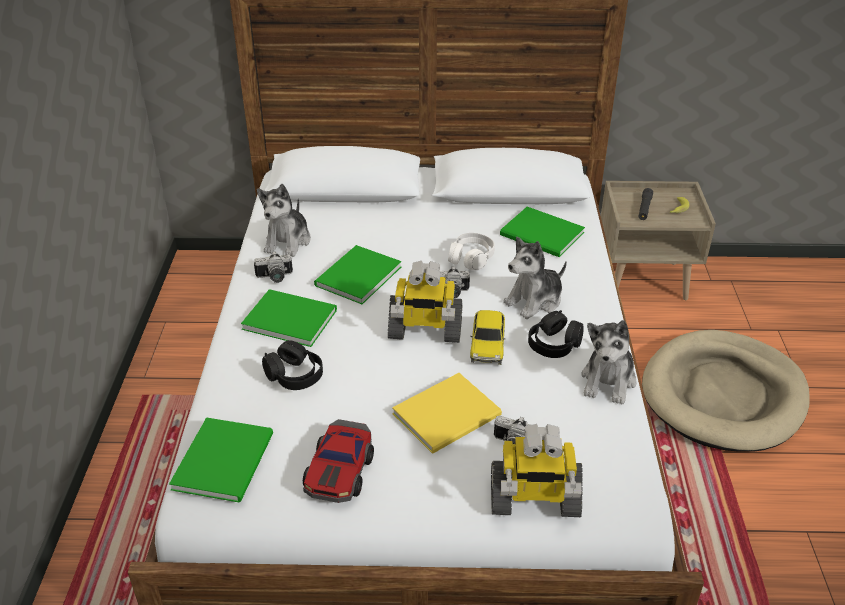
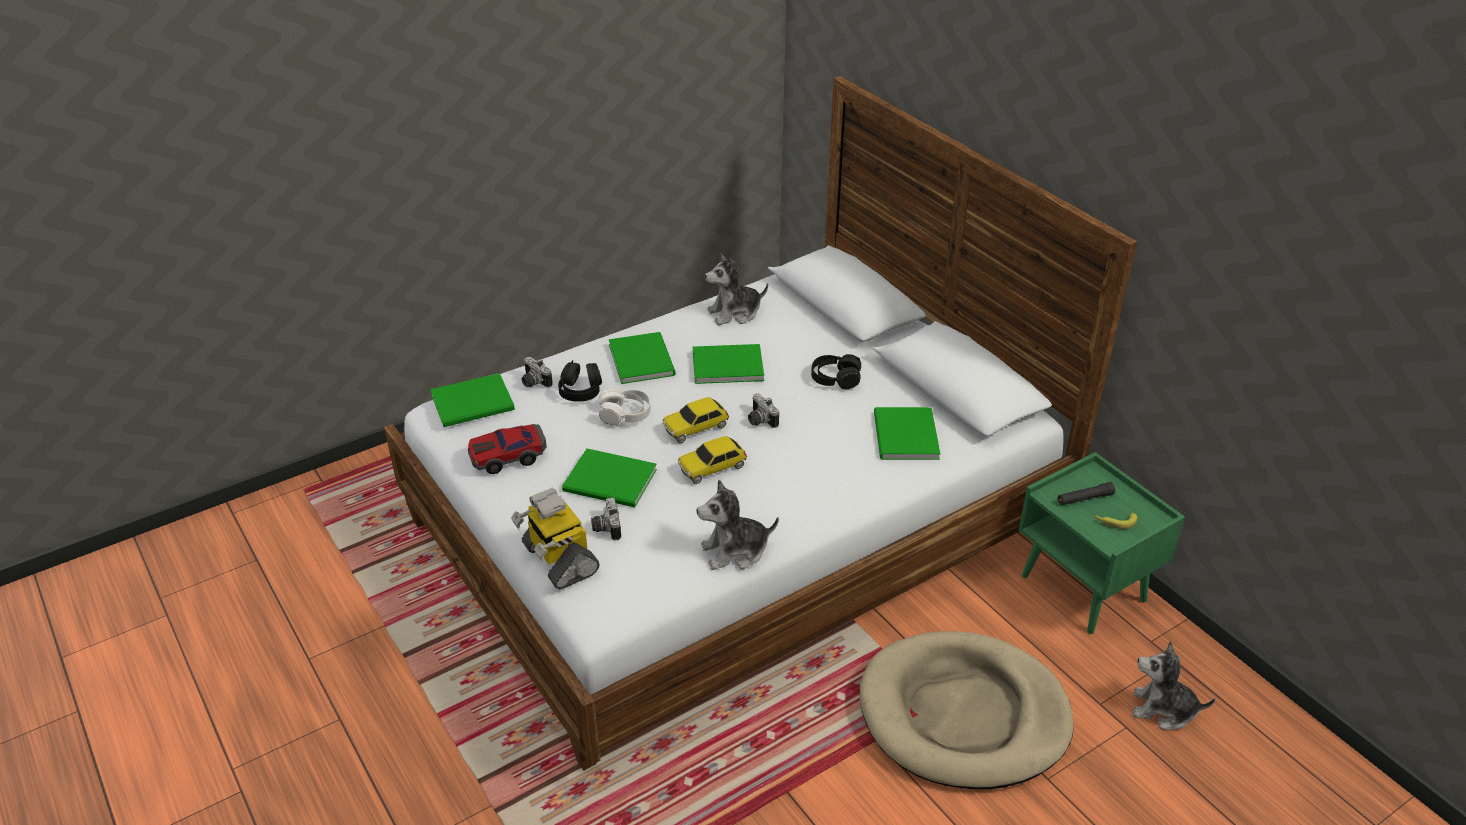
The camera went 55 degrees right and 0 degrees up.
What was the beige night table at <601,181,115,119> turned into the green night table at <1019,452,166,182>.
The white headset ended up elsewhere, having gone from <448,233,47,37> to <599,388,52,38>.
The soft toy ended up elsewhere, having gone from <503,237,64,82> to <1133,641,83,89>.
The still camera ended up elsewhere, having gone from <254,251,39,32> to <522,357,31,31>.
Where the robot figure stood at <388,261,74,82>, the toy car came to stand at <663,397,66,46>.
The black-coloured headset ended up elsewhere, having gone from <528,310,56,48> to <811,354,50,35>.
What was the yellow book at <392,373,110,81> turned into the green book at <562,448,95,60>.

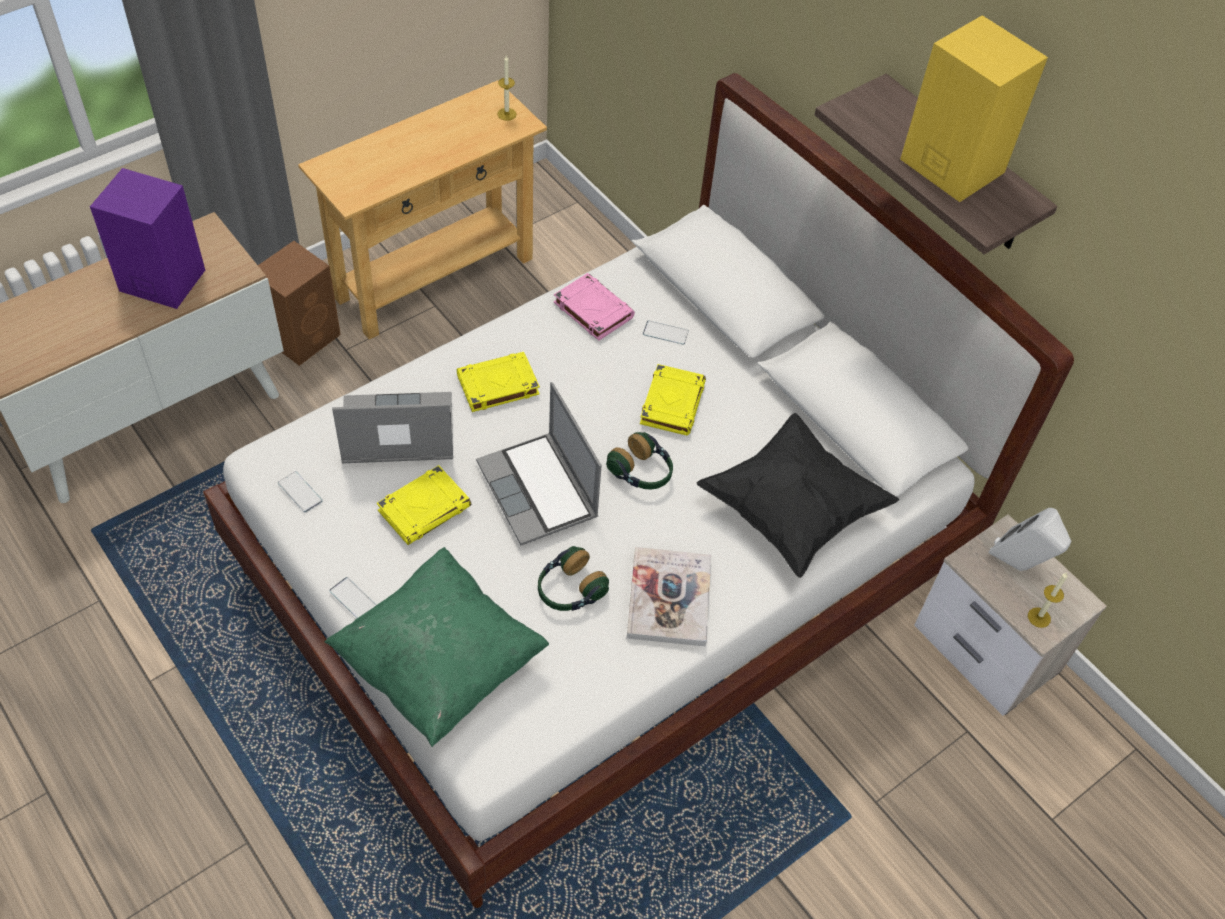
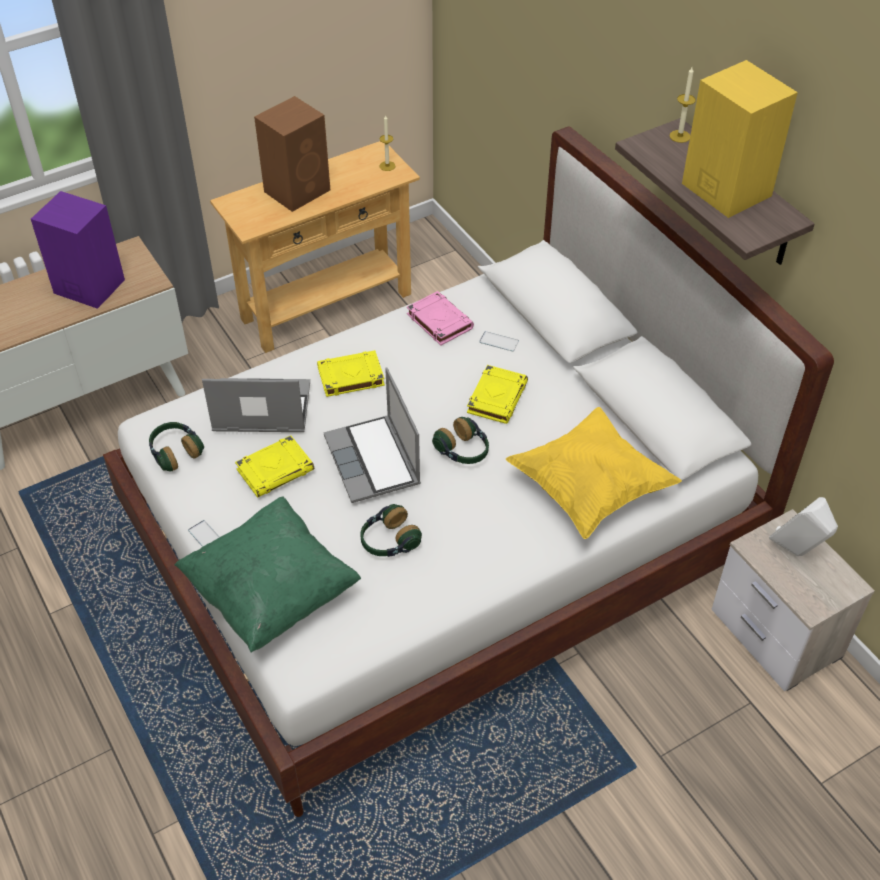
The camera went 10 degrees right and 5 degrees down.
The brown-coloured audio speaker ended up elsewhere, having gone from <258,241,83,125> to <254,96,76,116>.
What was the black-coloured pillow at <697,413,202,165> turned into the yellow pillow at <506,407,176,132>.
Where the handset stood at <278,471,45,41>, the headset came to stand at <149,422,55,50>.
The second view lost the book at <627,547,84,100>.
The candle ended up elsewhere, having gone from <1028,573,40,55> to <669,67,27,76>.

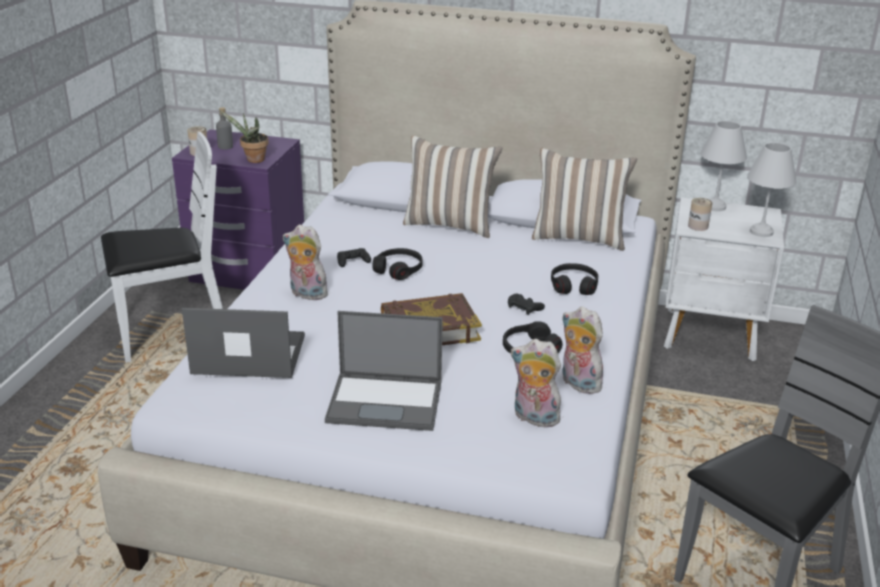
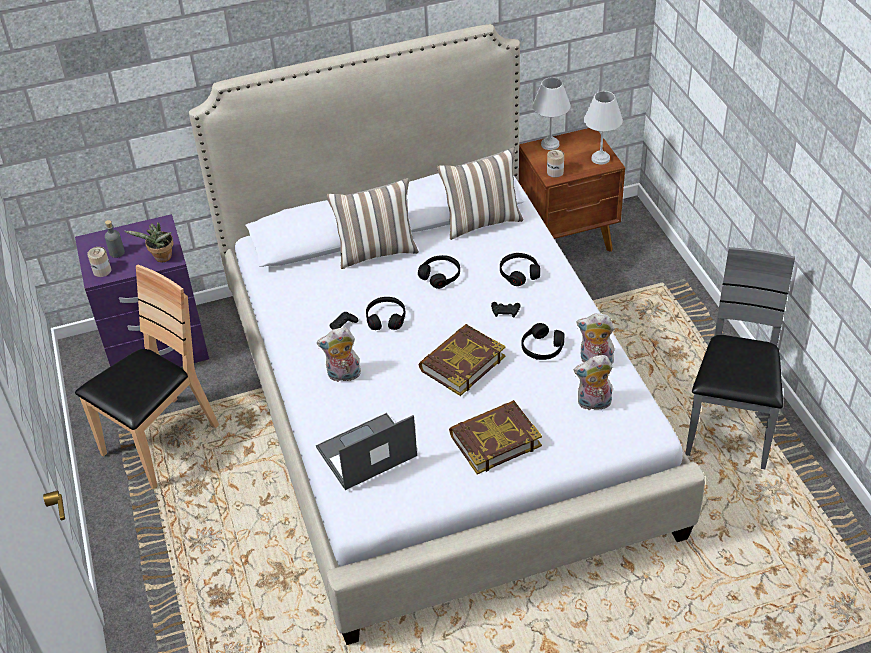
The camera went 30 degrees left and 15 degrees up.
What was the white plain chair at <101,132,122,231> turned into the brown-coloured plain chair at <75,264,144,225>.
What was the white night table at <664,198,120,163> turned into the brown-coloured night table at <519,128,106,124>.
Where the laptop stood at <325,311,118,120>, the book came to stand at <449,400,93,74>.
The second view gained the black-coloured headset at <418,255,42,34>.

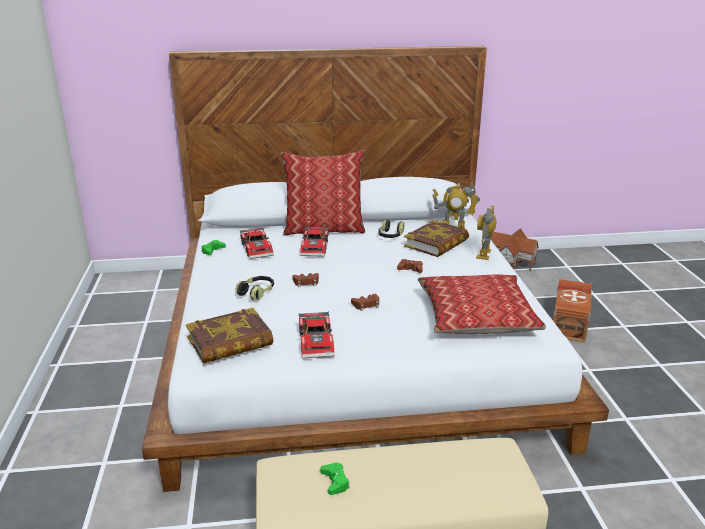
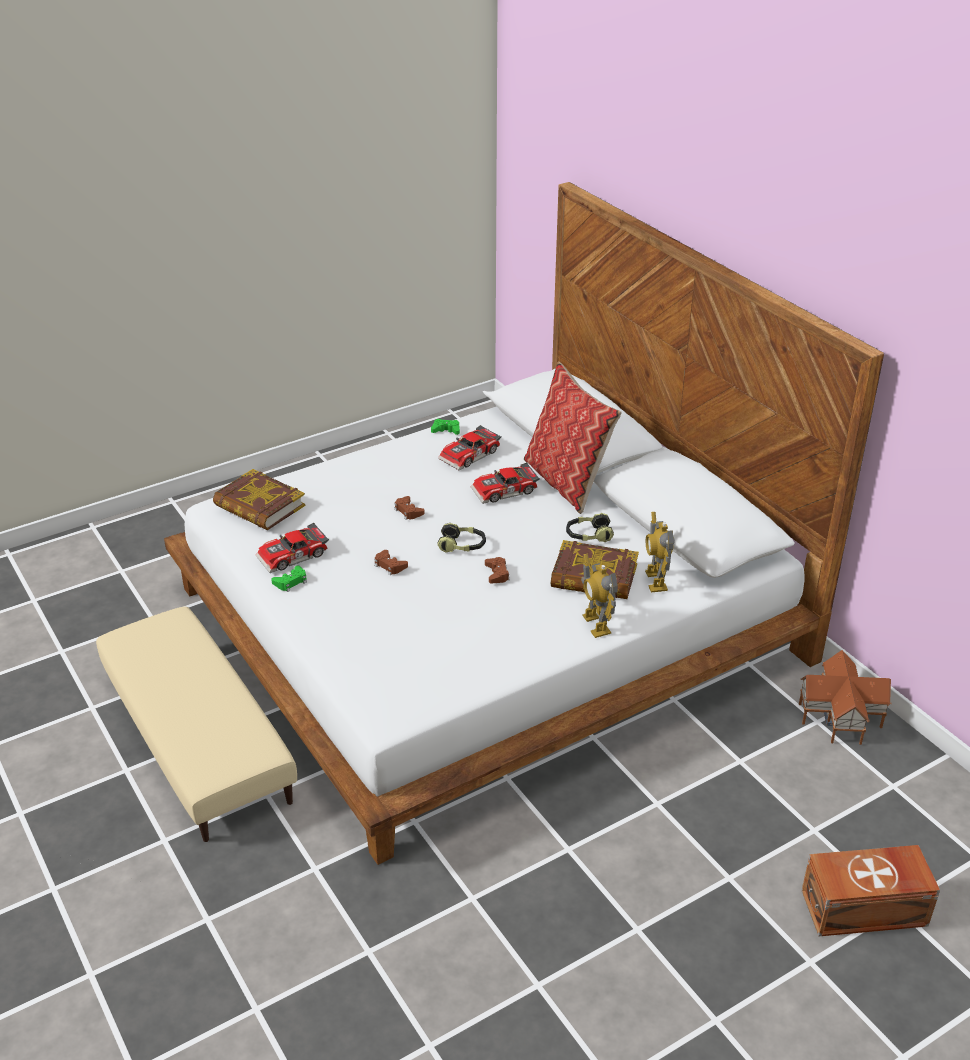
The camera went 65 degrees right and 10 degrees up.
The robot figure at <476,206,20,54> ended up facing another way, 105 degrees counterclockwise from before.
The second view lost the pillow at <418,274,128,60>.
The headset ended up elsewhere, having gone from <235,276,39,25> to <437,523,49,30>.
The brown-coloured storage container ended up elsewhere, having gone from <553,279,39,64> to <802,845,138,91>.
The green game controller ended up elsewhere, having gone from <321,462,29,33> to <271,565,36,27>.

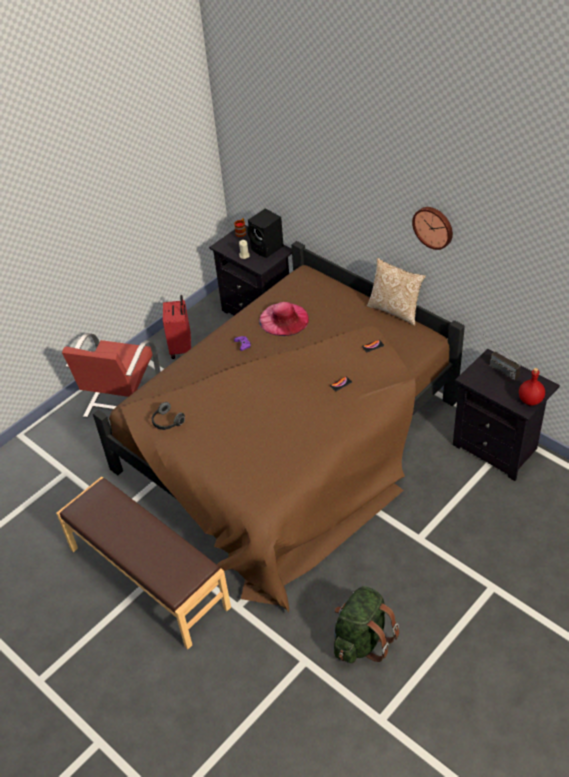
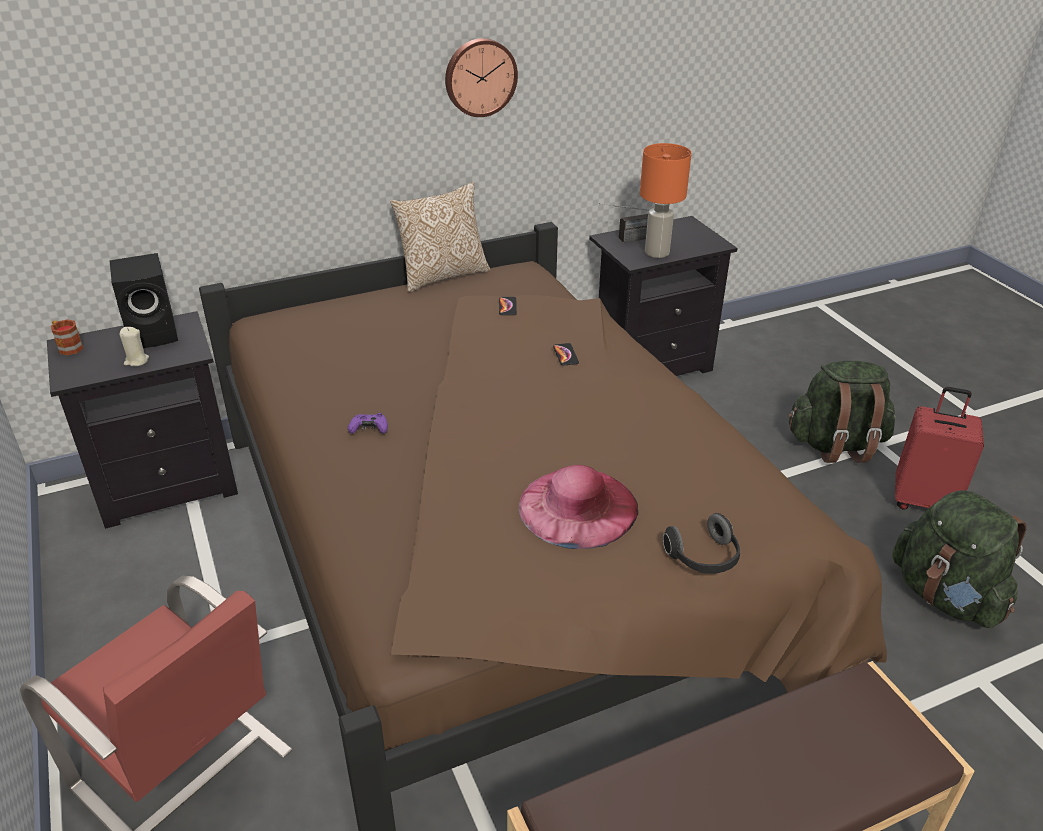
The camera went 70 degrees left and 10 degrees down.
The red-coloured travel case ended up elsewhere, having gone from <163,295,28,64> to <895,387,89,123>.
The pink hat ended up elsewhere, having gone from <259,302,50,34> to <519,465,119,84>.
The second view lost the red-coloured bottle at <519,368,26,37>.
The headset ended up elsewhere, having gone from <152,402,33,28> to <663,513,77,61>.
The second view gained the orangey lamp for a table at <640,143,52,115>.
The second view gained the green knapsack at <788,361,107,102>.

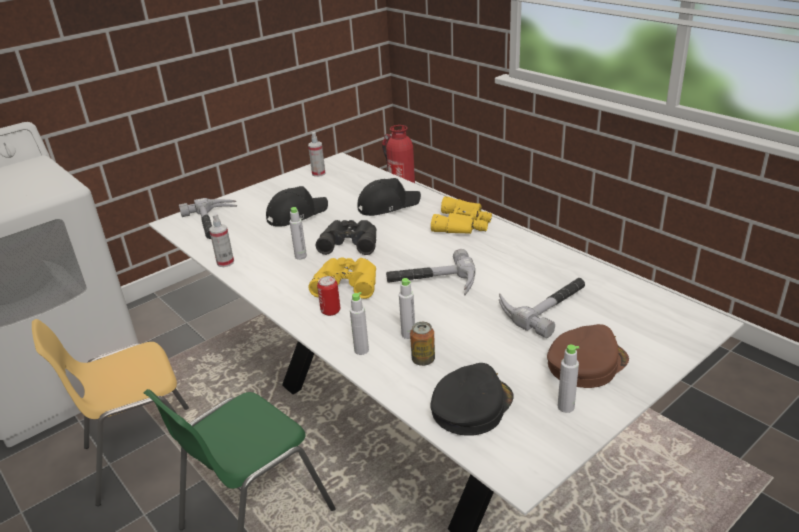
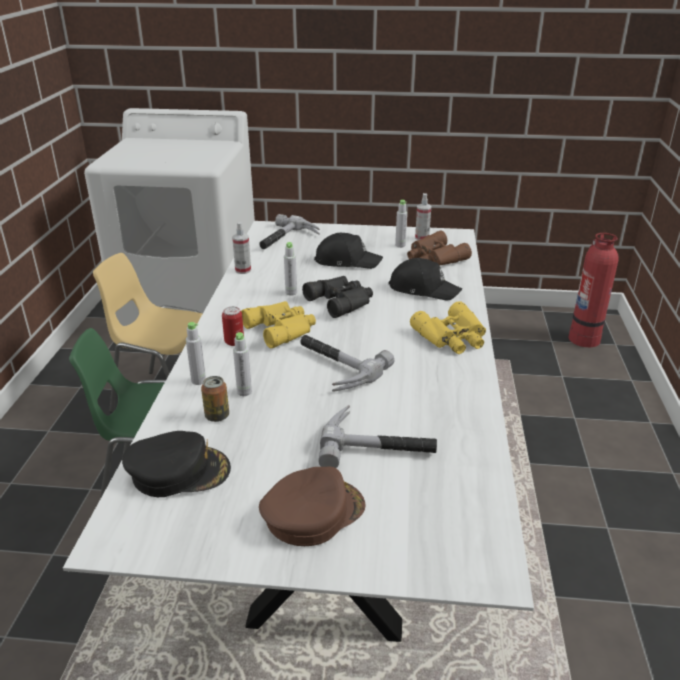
The camera went 45 degrees right and 0 degrees up.
The brown-coloured cap at <547,324,82,64> ended up facing another way, 45 degrees counterclockwise from before.
The greyish bottle ended up elsewhere, having gone from <558,345,21,68> to <395,200,12,48>.
The second view gained the brown-coloured pair of binoculars at <407,231,65,35>.

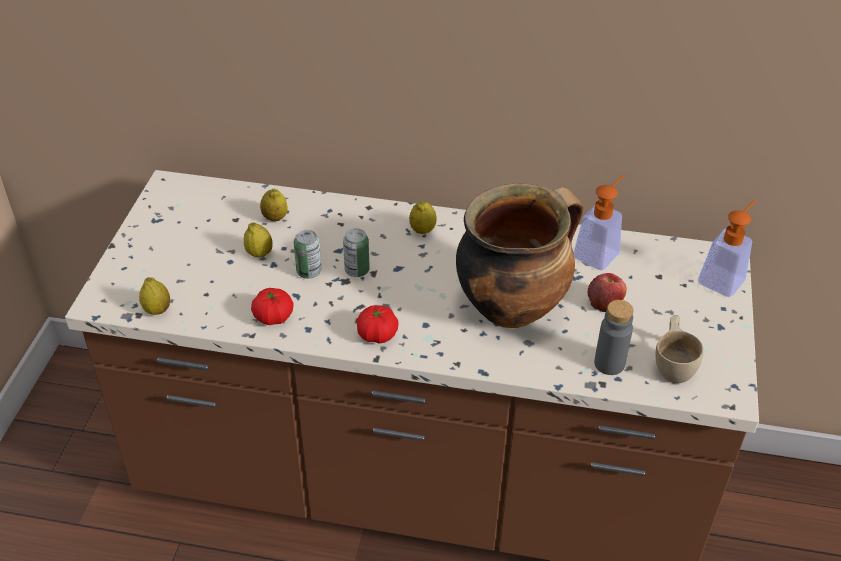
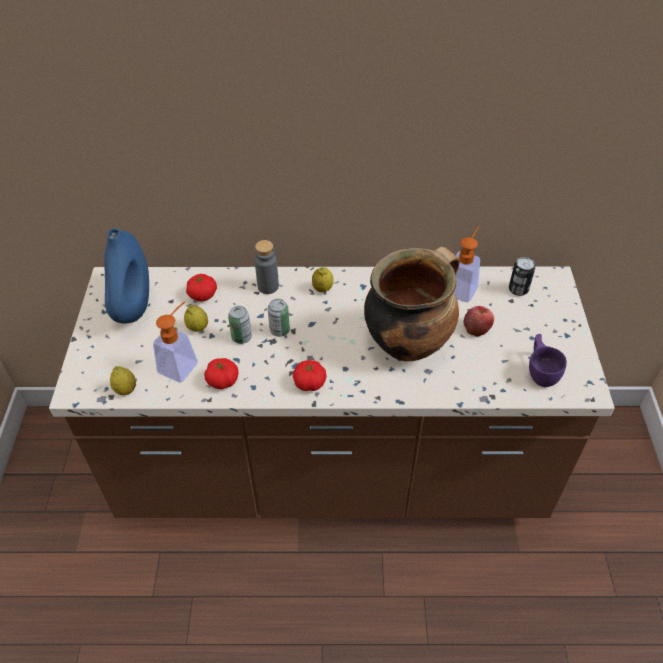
The camera went 10 degrees left and 5 degrees up.
Where the whole lemon stood at <260,189,28,32>, the tomato came to stand at <186,274,31,28>.
The soap dispenser ended up elsewhere, having gone from <698,199,58,98> to <153,301,45,81>.
The greyish bottle ended up elsewhere, having gone from <594,300,40,75> to <255,240,24,54>.
What was the beige drinking cup at <655,315,48,68> turned into the purple drinking cup at <529,334,38,53>.
The second view gained the blue-coloured vase at <104,228,45,95>.
The second view gained the sealed can at <509,257,26,39>.

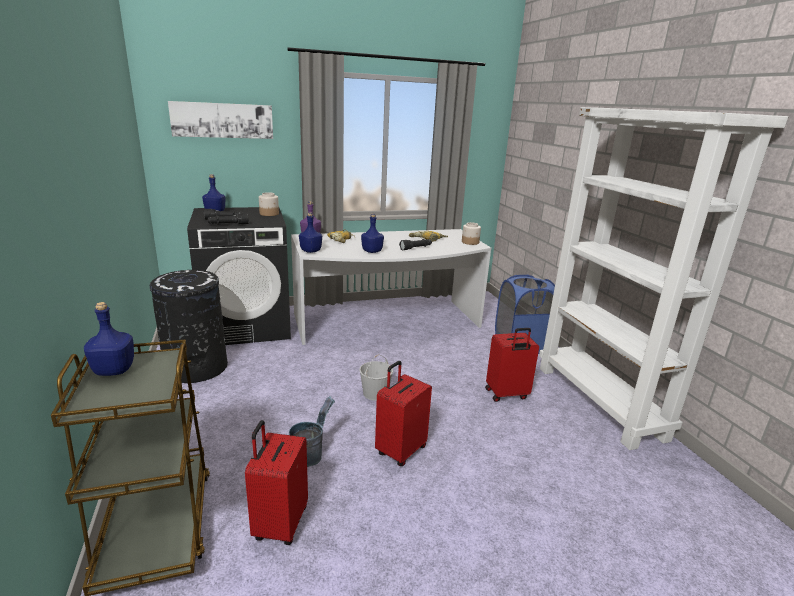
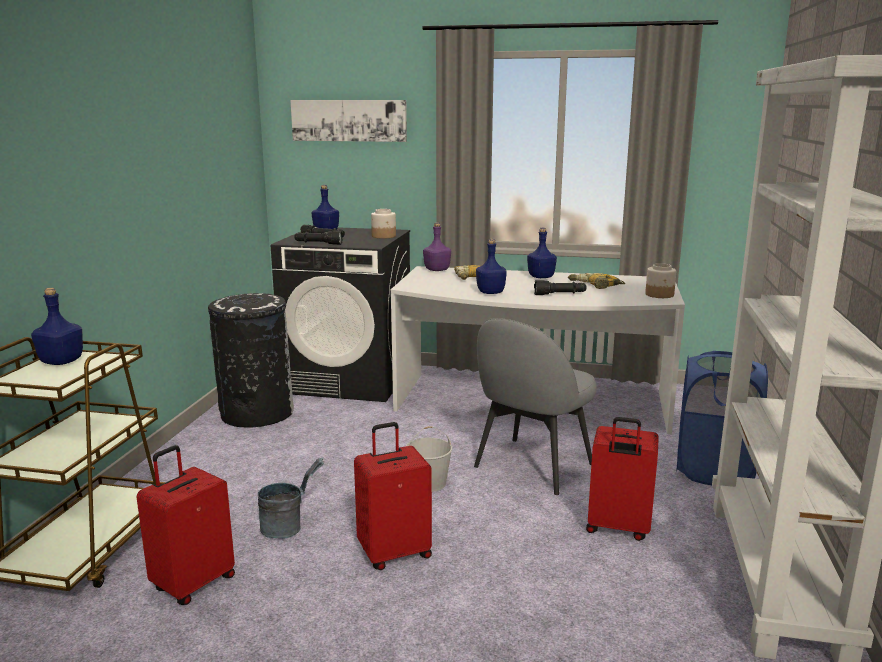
The camera went 30 degrees right and 5 degrees down.
The blue-coloured bottle ended up elsewhere, having gone from <299,213,23,40> to <527,228,30,50>.
The second view gained the greyish plain chair at <474,318,123,177>.

